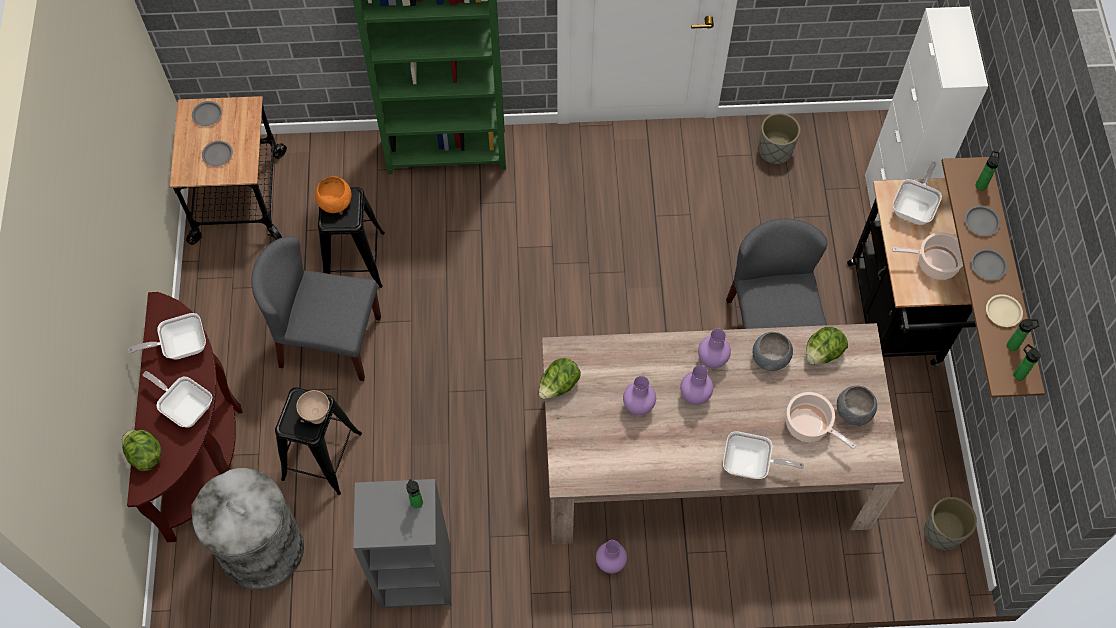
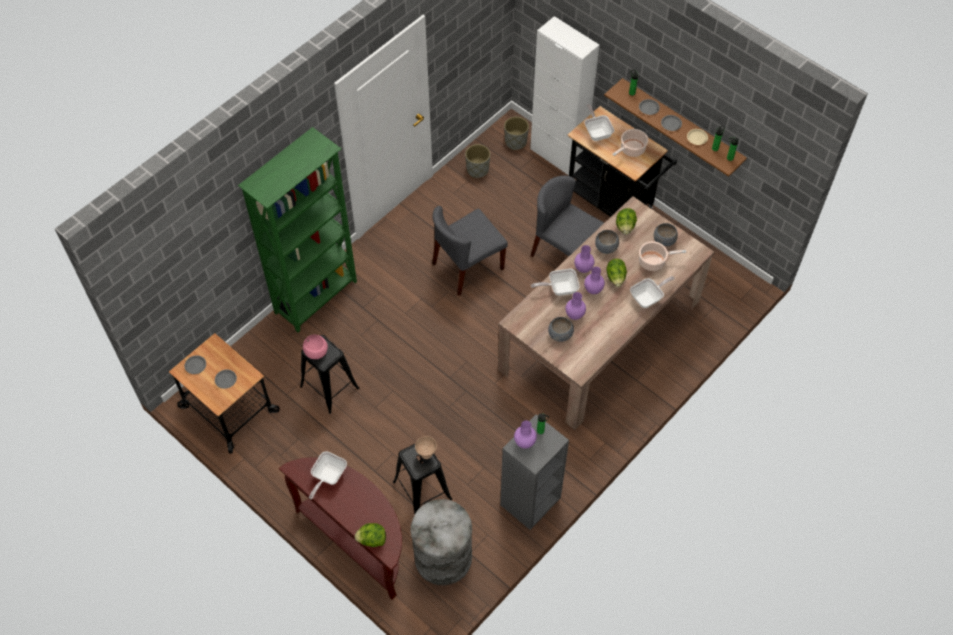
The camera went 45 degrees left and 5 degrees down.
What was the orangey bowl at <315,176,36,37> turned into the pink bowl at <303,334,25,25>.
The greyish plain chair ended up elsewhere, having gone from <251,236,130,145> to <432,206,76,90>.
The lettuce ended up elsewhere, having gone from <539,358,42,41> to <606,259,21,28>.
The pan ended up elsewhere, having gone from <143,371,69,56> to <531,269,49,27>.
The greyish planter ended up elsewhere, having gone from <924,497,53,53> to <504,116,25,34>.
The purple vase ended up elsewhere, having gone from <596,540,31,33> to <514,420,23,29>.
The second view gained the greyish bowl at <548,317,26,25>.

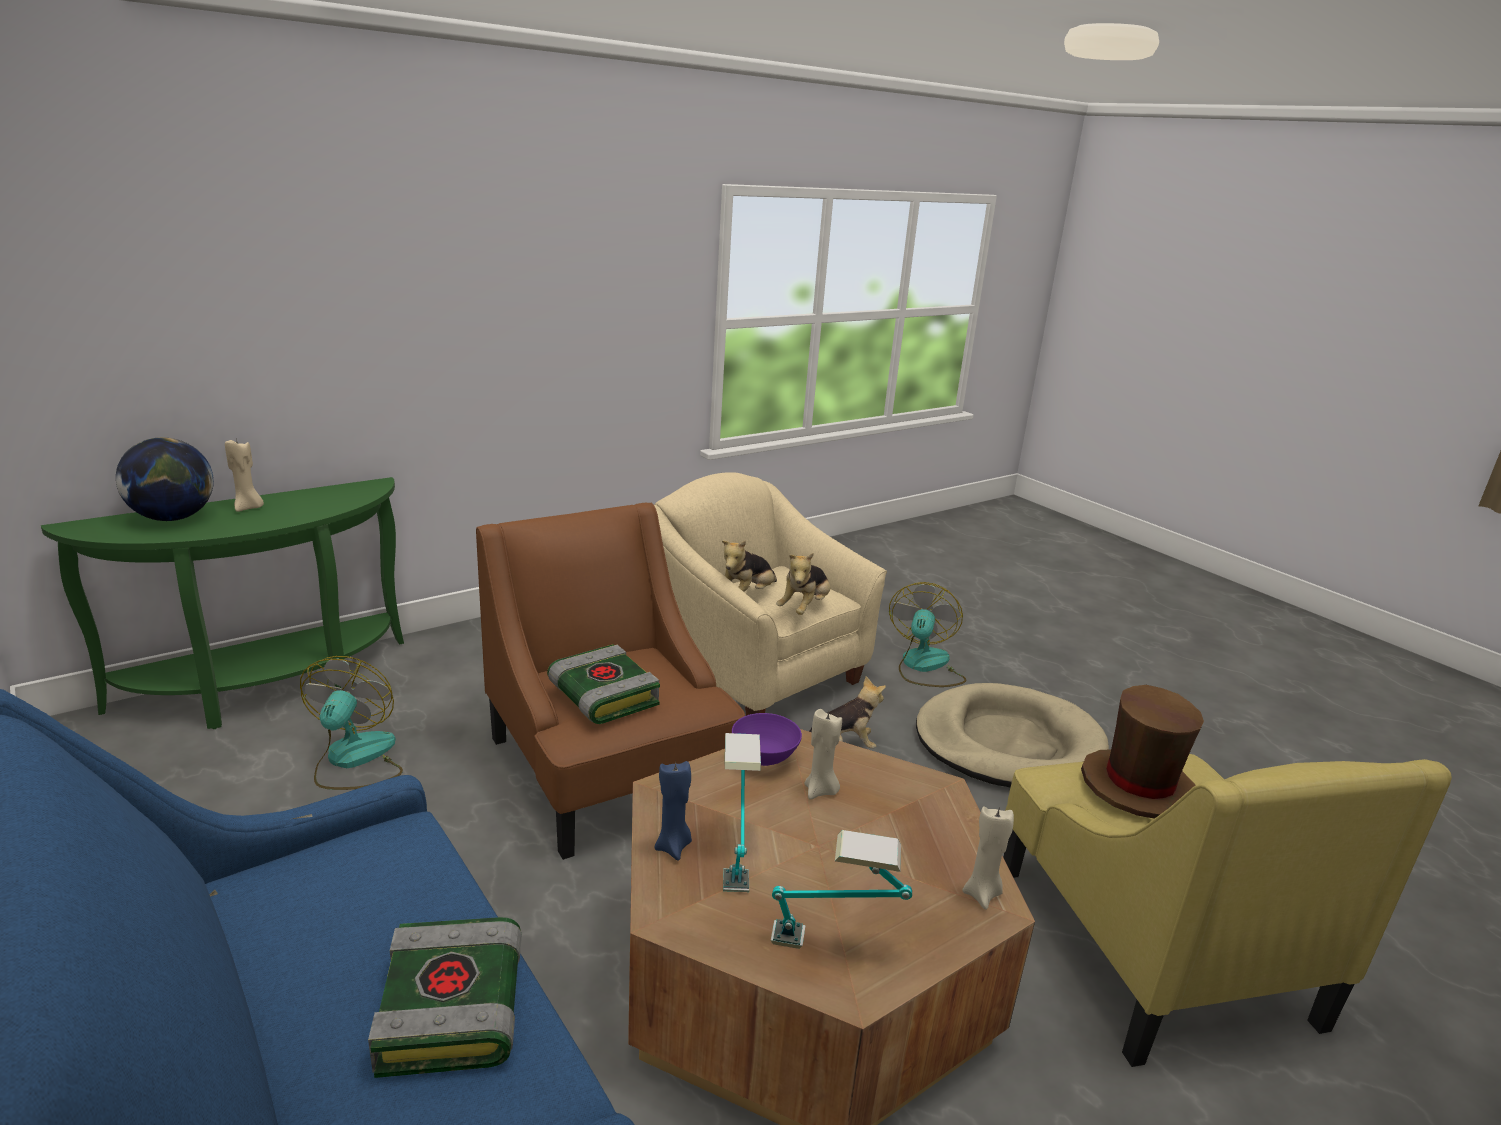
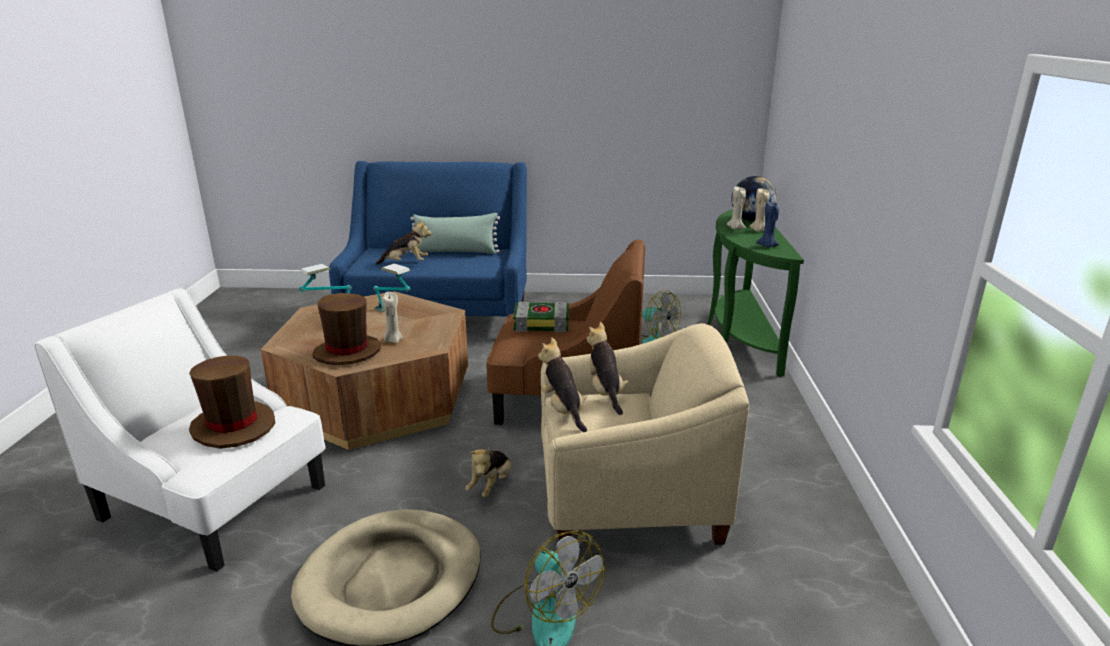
The camera went 130 degrees right and 0 degrees up.
The second view lost the purple bowl at <732,713,70,53>.
What was the yellow armchair at <1003,754,449,313> turned into the white armchair at <34,288,292,284>.
The blue-coloured candle ended up elsewhere, having gone from <654,761,38,100> to <756,202,23,46>.
The beige candle ended up elsewhere, having gone from <962,806,52,104> to <727,187,19,42>.
Where the book stood at <368,917,154,161>, the soft toy came to stand at <376,219,56,46>.
The second view gained the green pillow at <410,213,90,41>.
The second view gained the brown-coloured hat at <312,293,69,72>.

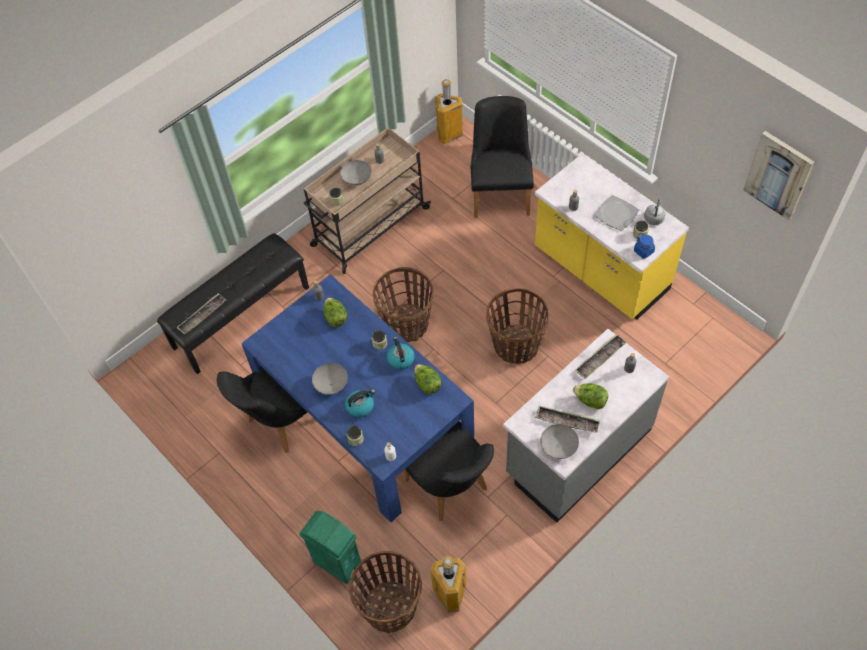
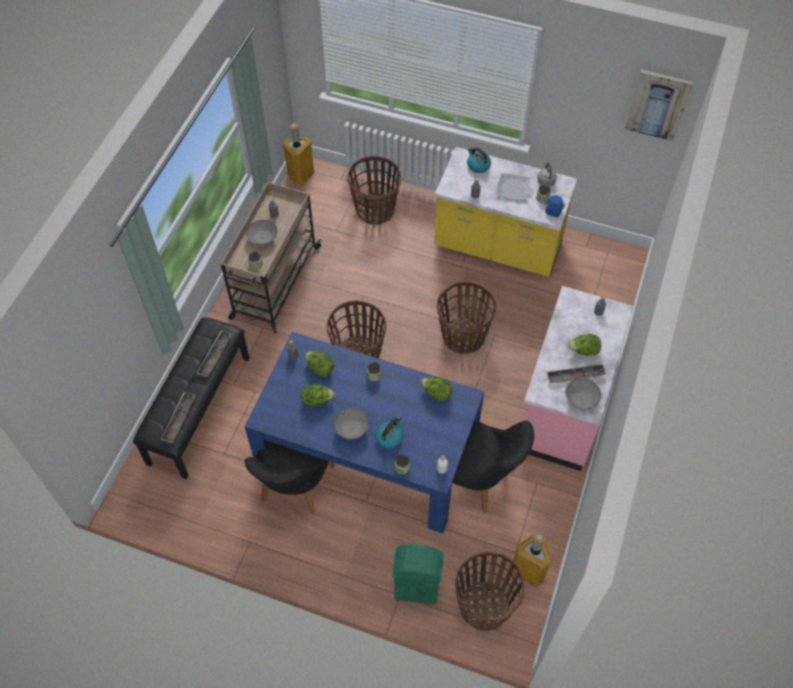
The camera went 30 degrees left and 0 degrees up.
Where the black-coloured plain chair stood at <470,96,64,122>, the household basket came to stand at <347,156,54,69>.
What was the greyish counter at <503,329,166,194> turned into the pink counter at <524,286,109,185>.
The tray ended up elsewhere, having gone from <575,334,52,45> to <197,330,35,47>.
The water kettle ended up elsewhere, having gone from <386,337,29,33> to <467,148,24,25>.
The second view gained the lettuce at <301,384,34,23>.

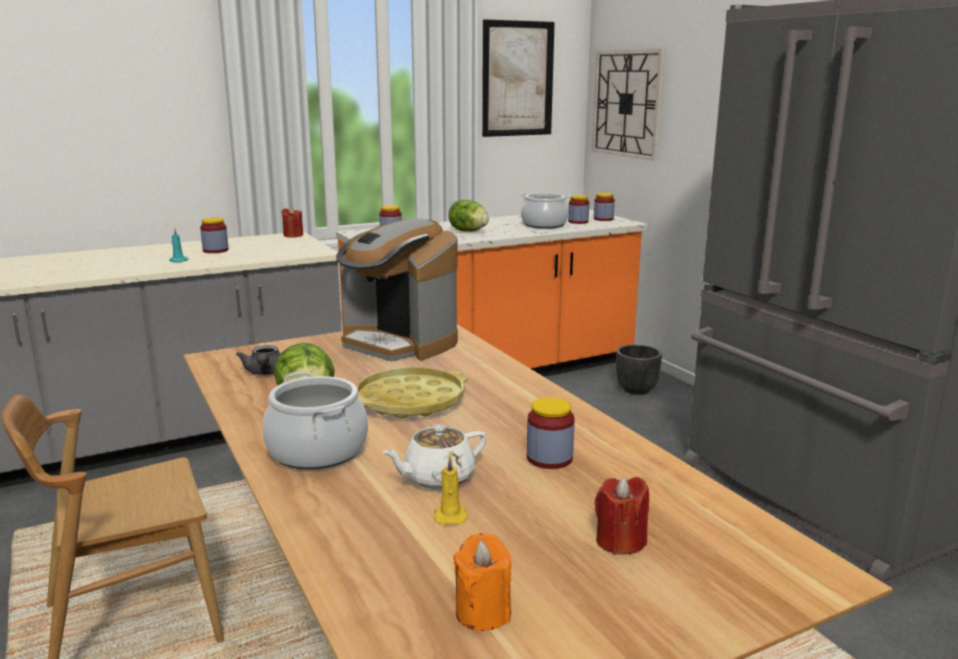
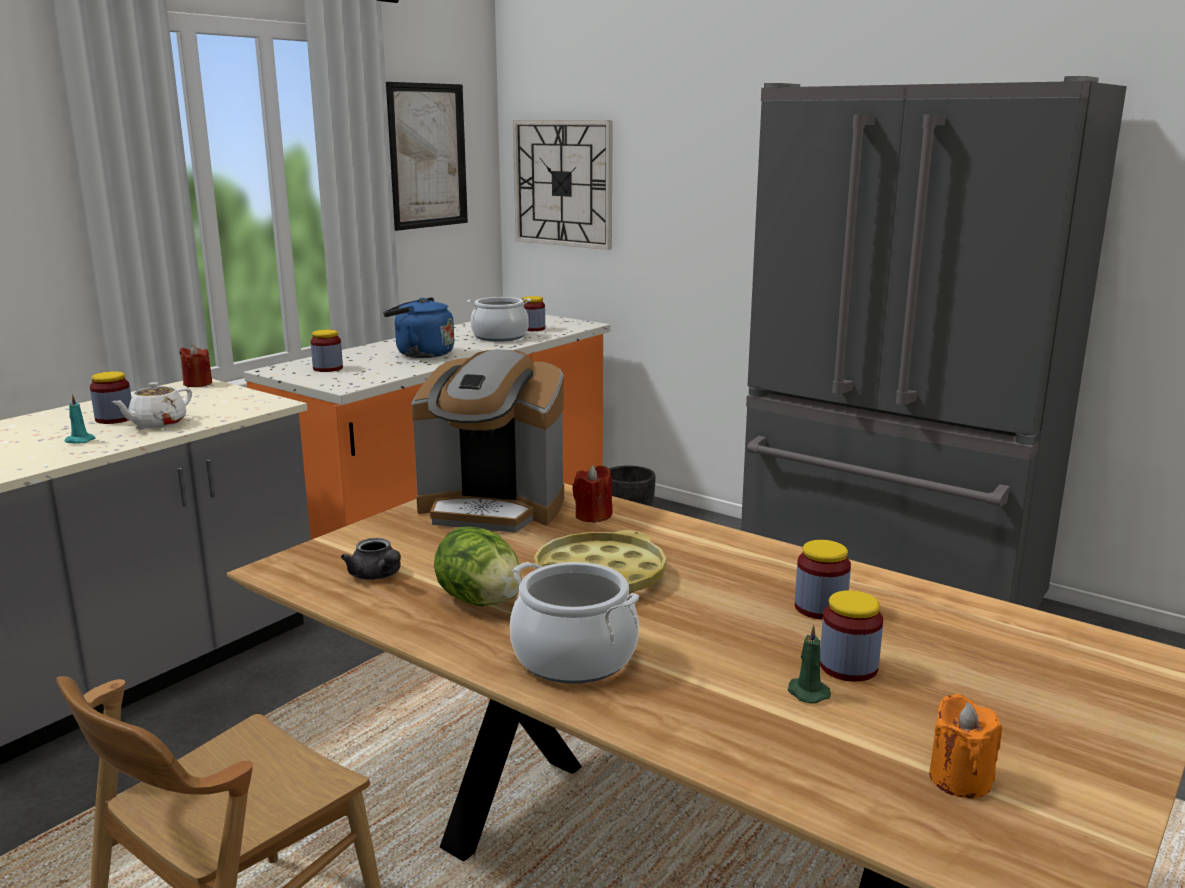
The camera went 25 degrees left and 0 degrees up.
The preserve jar ended up elsewhere, having gone from <594,193,21,28> to <820,590,63,92>.
Where the lettuce stood at <448,200,41,32>, the blue-coloured water kettle came to stand at <383,297,71,61>.
The white pot for tea ended up elsewhere, having gone from <382,424,105,66> to <112,382,80,46>.
What was the yellow candle at <434,457,34,68> turned into the green candle at <788,624,43,79>.
The red-coloured candle ended up elsewhere, having gone from <595,476,54,79> to <572,465,41,58>.

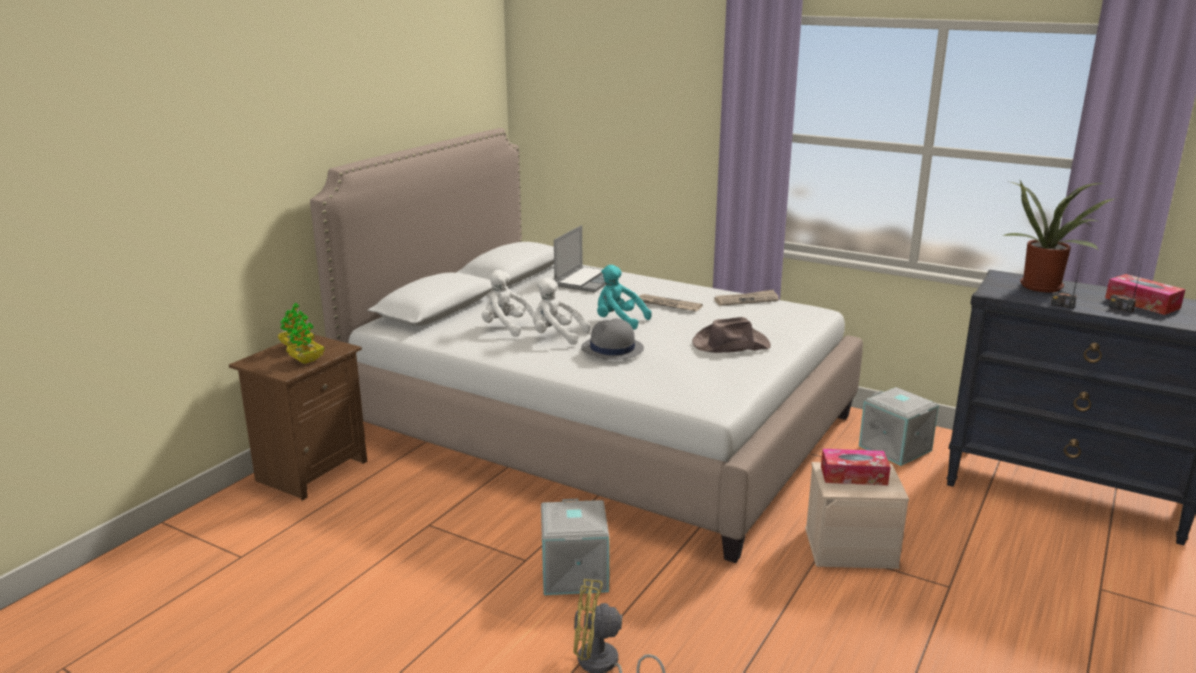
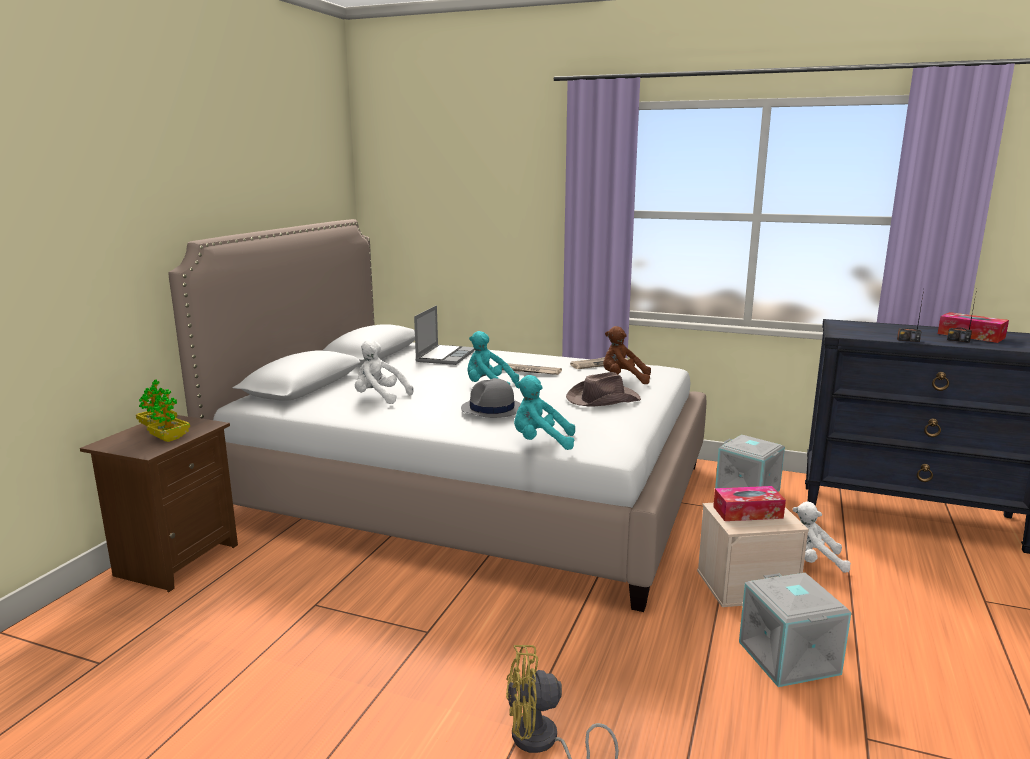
The camera went 10 degrees left and 5 degrees down.
The second view lost the houseplant at <1002,181,116,112>.
The white soft toy ended up elsewhere, having gone from <534,278,56,67> to <792,502,59,71>.
The greyish storage container ended up elsewhere, having gone from <541,499,68,96> to <739,573,112,114>.
The second view gained the brown-coloured soft toy at <603,326,48,58>.
The second view gained the turquoise-coloured soft toy at <514,375,61,75>.

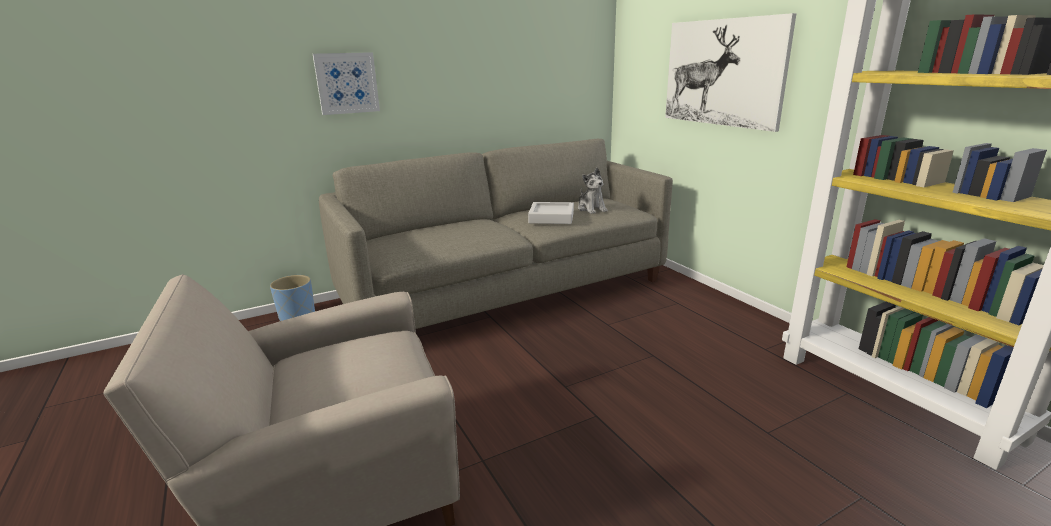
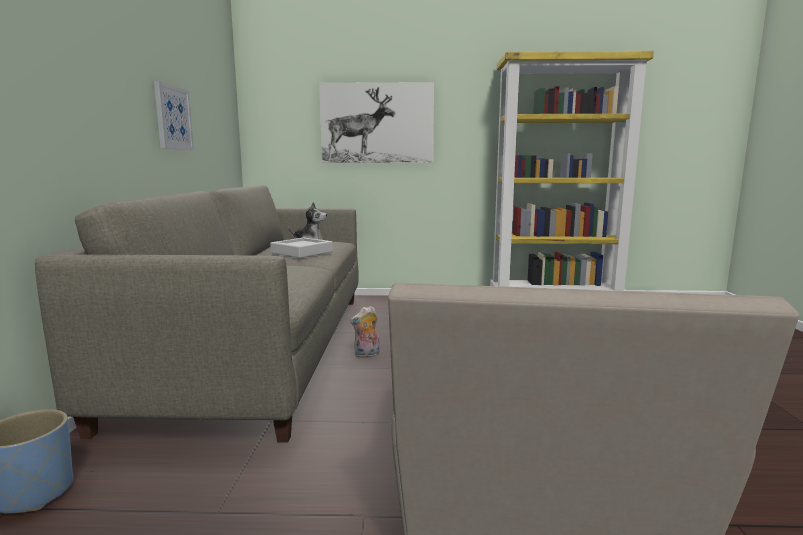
The camera went 60 degrees left and 10 degrees down.
The picture ended up elsewhere, having gone from <313,52,67,63> to <154,81,40,69>.
The second view gained the soft toy at <350,306,30,52>.

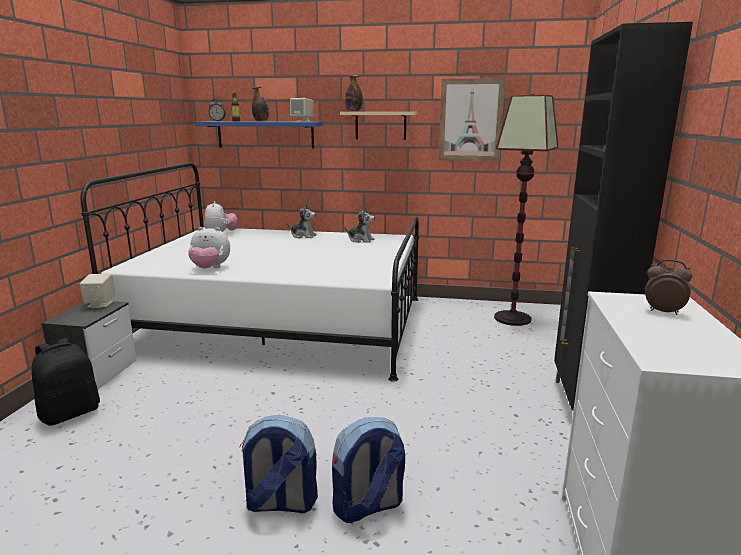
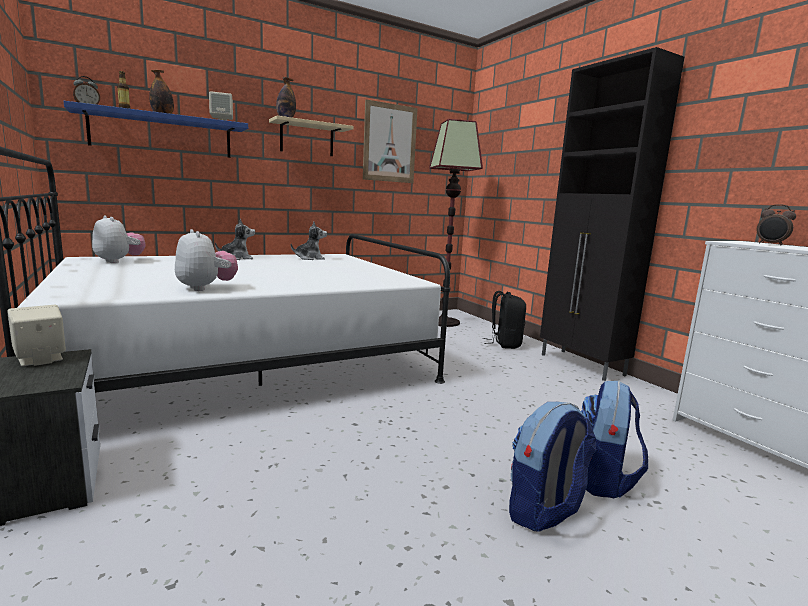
The camera went 40 degrees left and 5 degrees down.
The soft toy at <188,227,42,42> ended up facing another way, 90 degrees counterclockwise from before.
The bedside clock at <645,259,47,56> ended up facing another way, 120 degrees counterclockwise from before.
The black-coloured knapsack ended up elsewhere, having gone from <31,338,69,88> to <483,291,43,58>.

